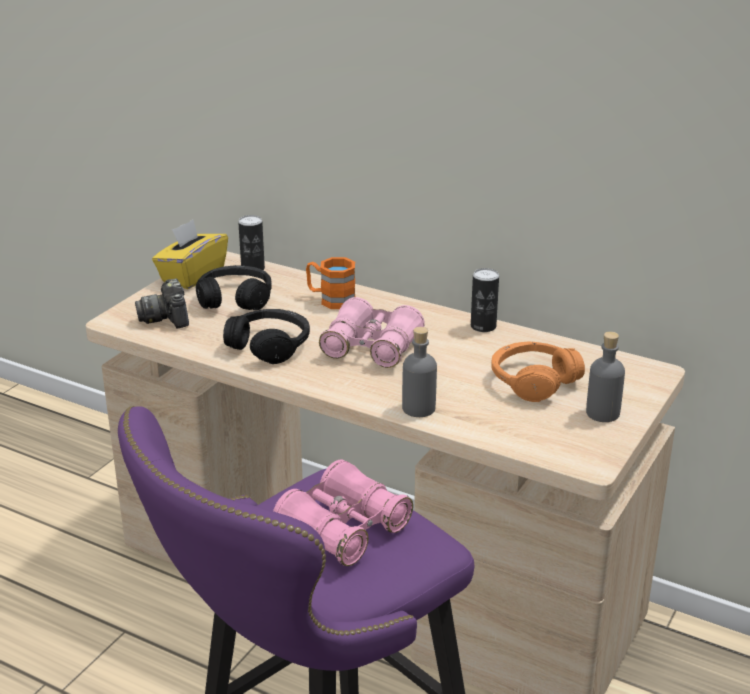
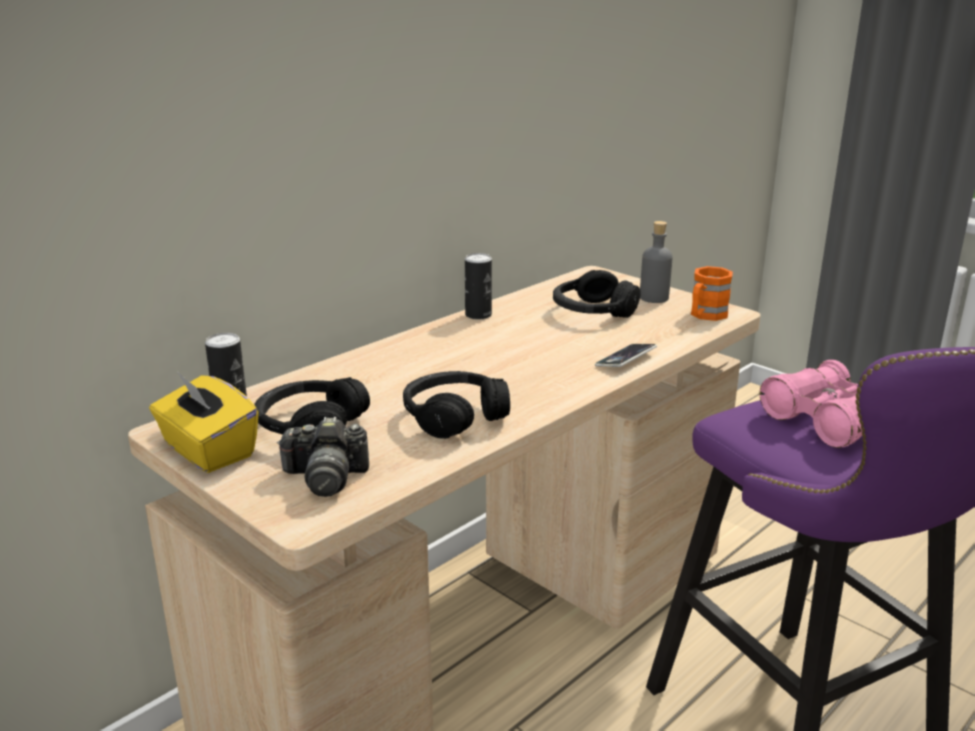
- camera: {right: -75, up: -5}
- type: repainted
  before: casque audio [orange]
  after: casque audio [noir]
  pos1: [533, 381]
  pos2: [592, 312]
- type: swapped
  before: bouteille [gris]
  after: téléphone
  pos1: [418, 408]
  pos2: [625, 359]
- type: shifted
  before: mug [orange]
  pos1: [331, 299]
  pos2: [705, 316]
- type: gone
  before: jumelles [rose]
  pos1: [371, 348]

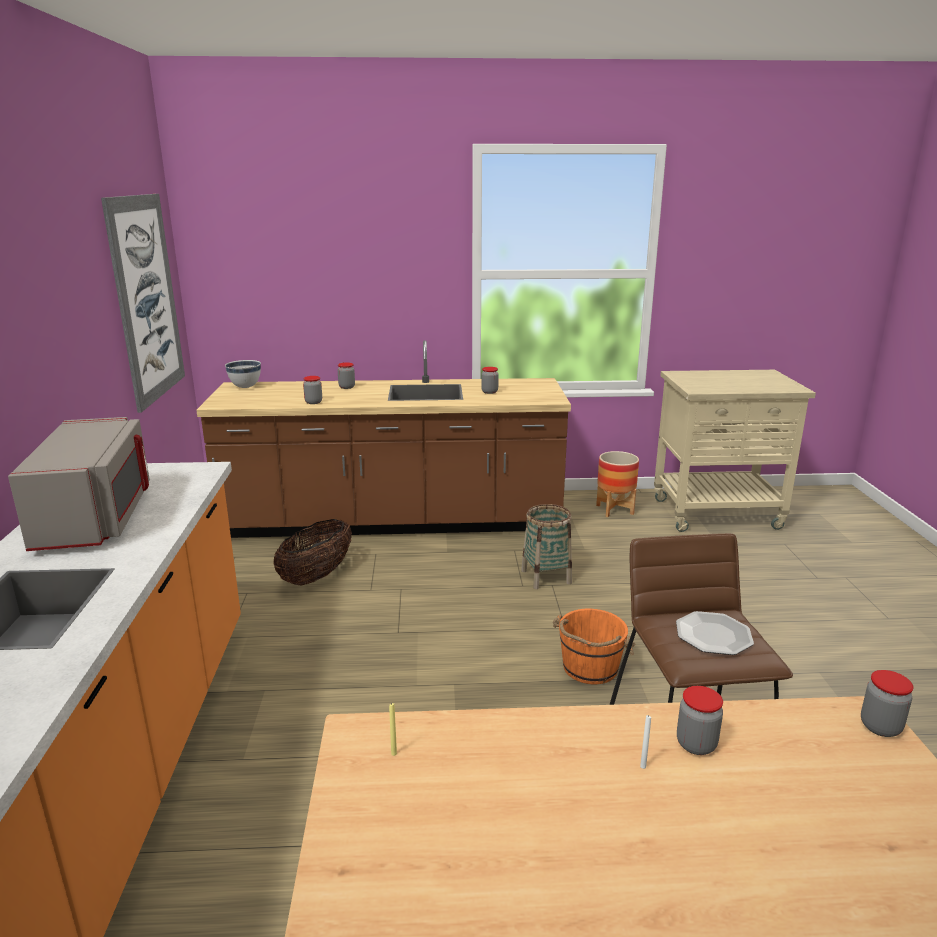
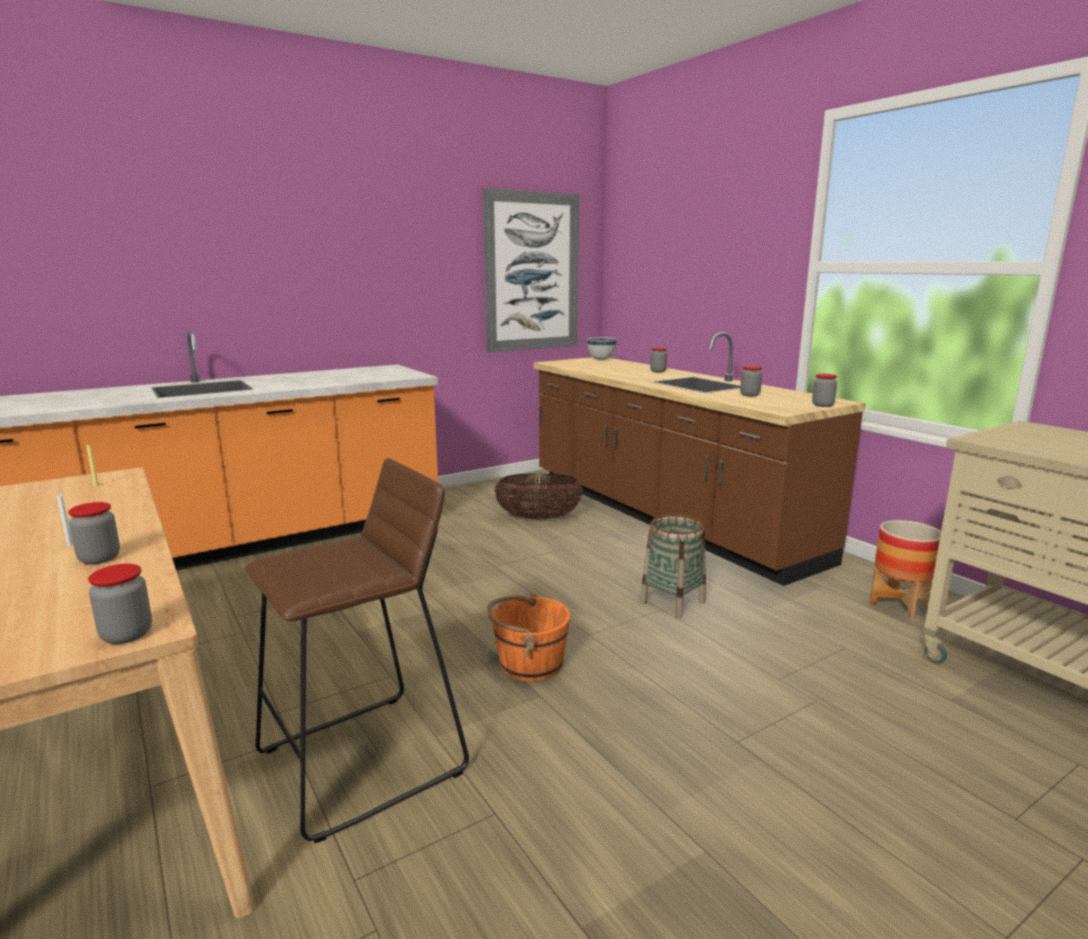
- camera: {right: 60, up: -5}
- type: shifted
  before: bocal
  pos1: [313, 402]
  pos2: [822, 405]
- type: gone
  before: micro-ondes [gris]
  pos1: [97, 517]
- type: gone
  before: assiette
  pos1: [713, 635]

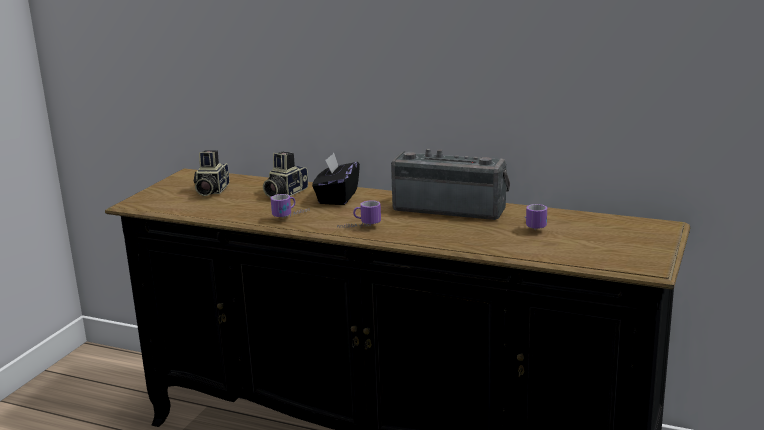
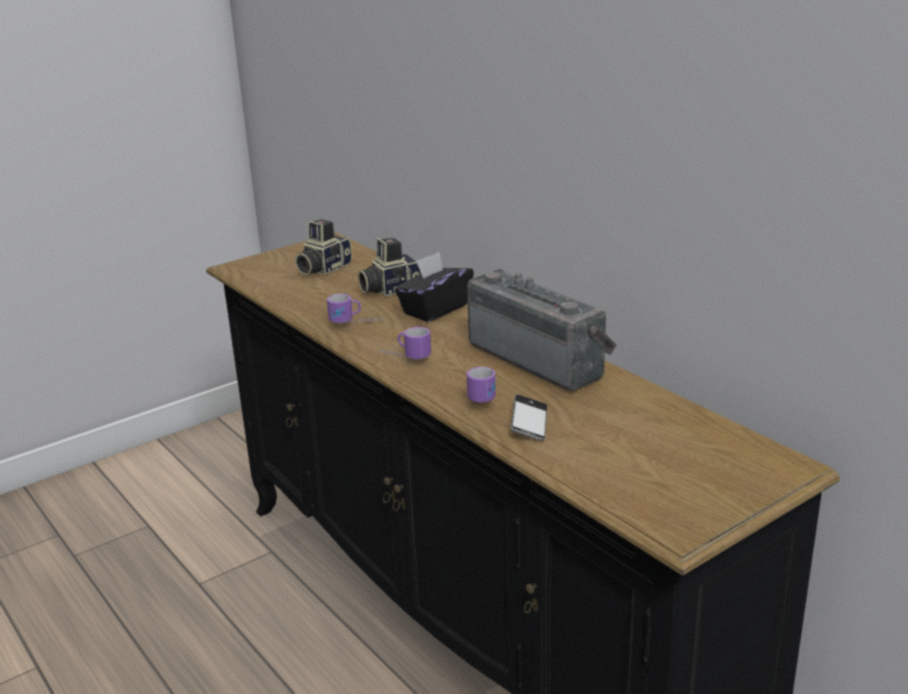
- camera: {right: 30, up: 5}
- type: shifted
  before: mug
  pos1: [532, 226]
  pos2: [487, 396]
- type: new
  after: téléphone
  pos2: [529, 423]

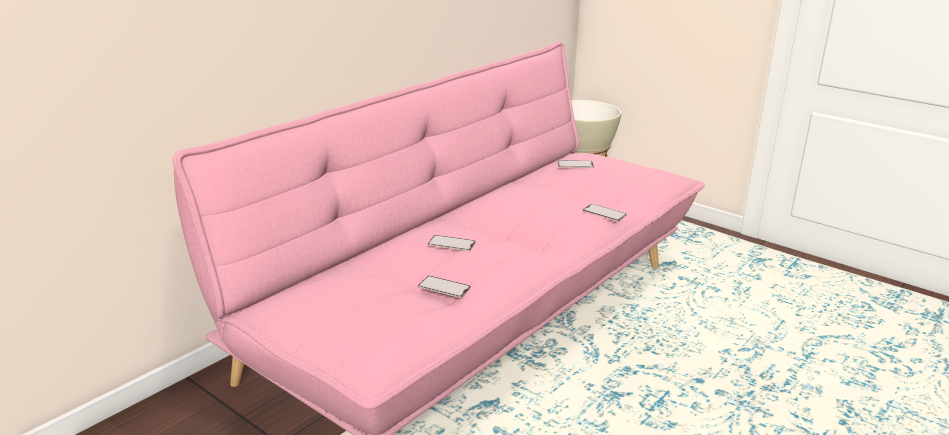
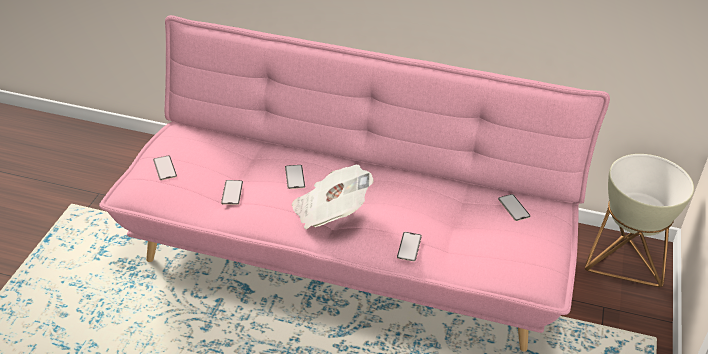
- camera: {right: 65, up: 15}
- type: new
  after: téléphone
  pos2: [165, 168]
- type: new
  after: journal
  pos2: [330, 212]

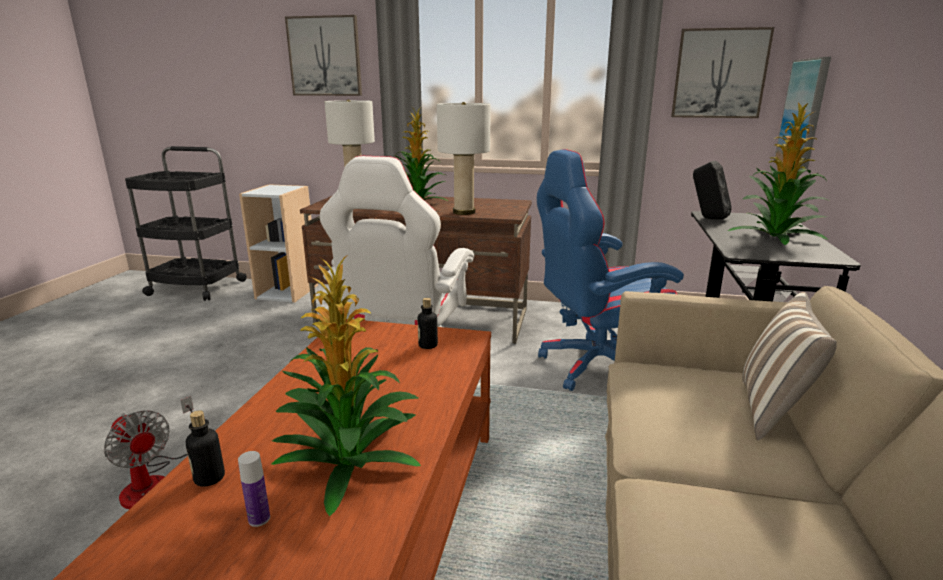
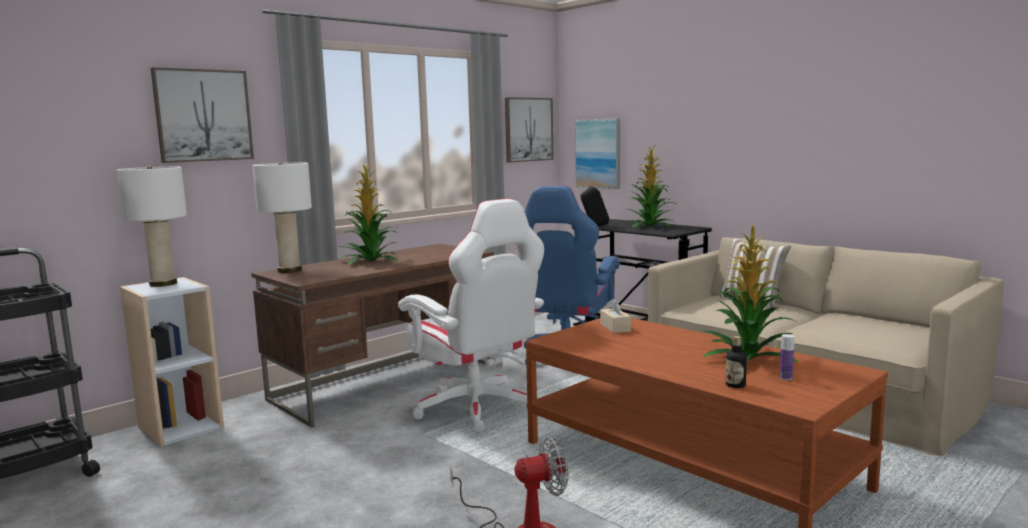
- camera: {right: -55, up: -10}
- type: shifted
  before: lampe de table [blanc]
  pos1: [463, 212]
  pos2: [163, 284]
- type: swapped
  before: bouteille
  after: boîte à mouchoirs [beige]
  pos1: [428, 345]
  pos2: [615, 327]

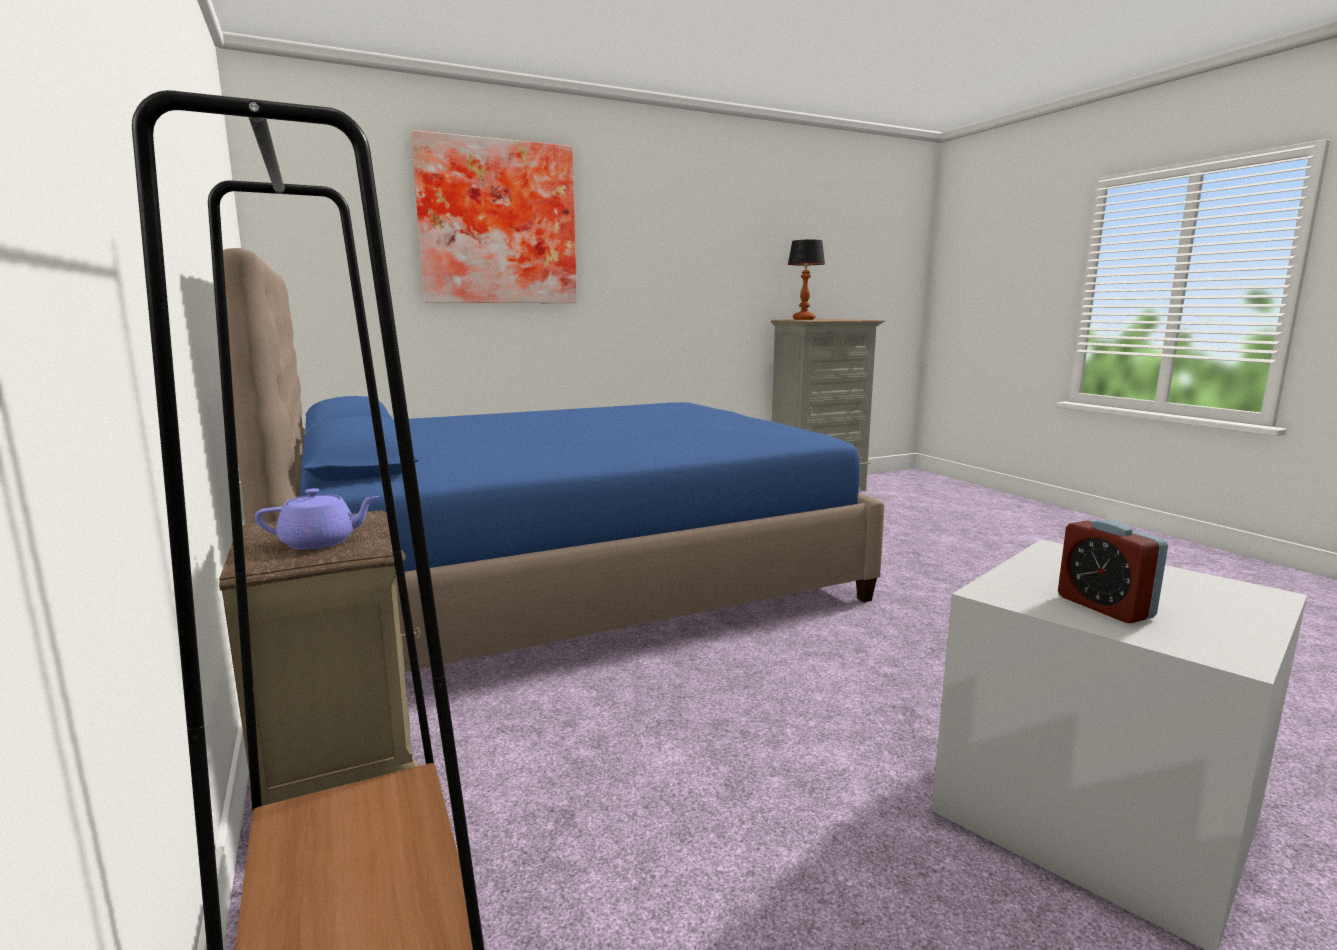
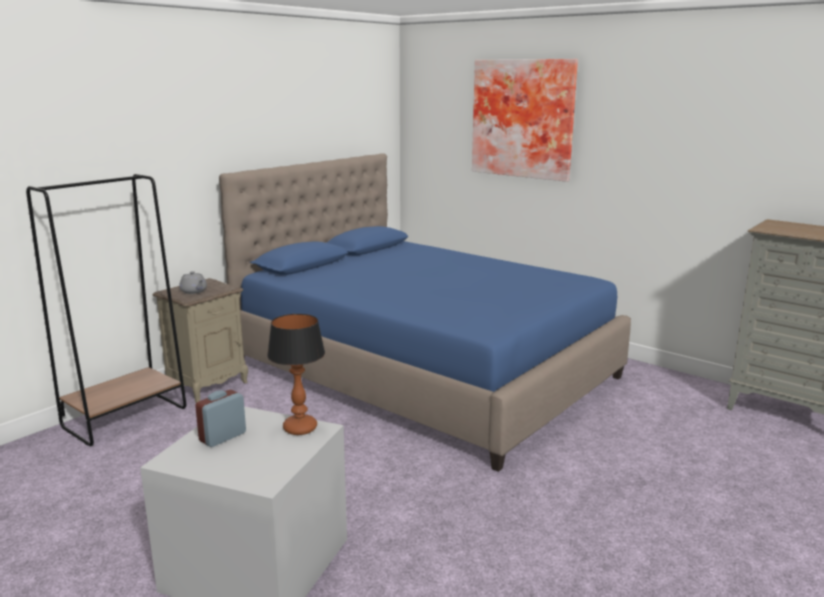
- camera: {right: 65, up: 5}
- type: repainted
  before: théière [violet]
  after: théière [gris]
  pos1: [320, 542]
  pos2: [194, 291]
- type: shifted
  before: lampe de table
  pos1: [804, 319]
  pos2: [299, 428]

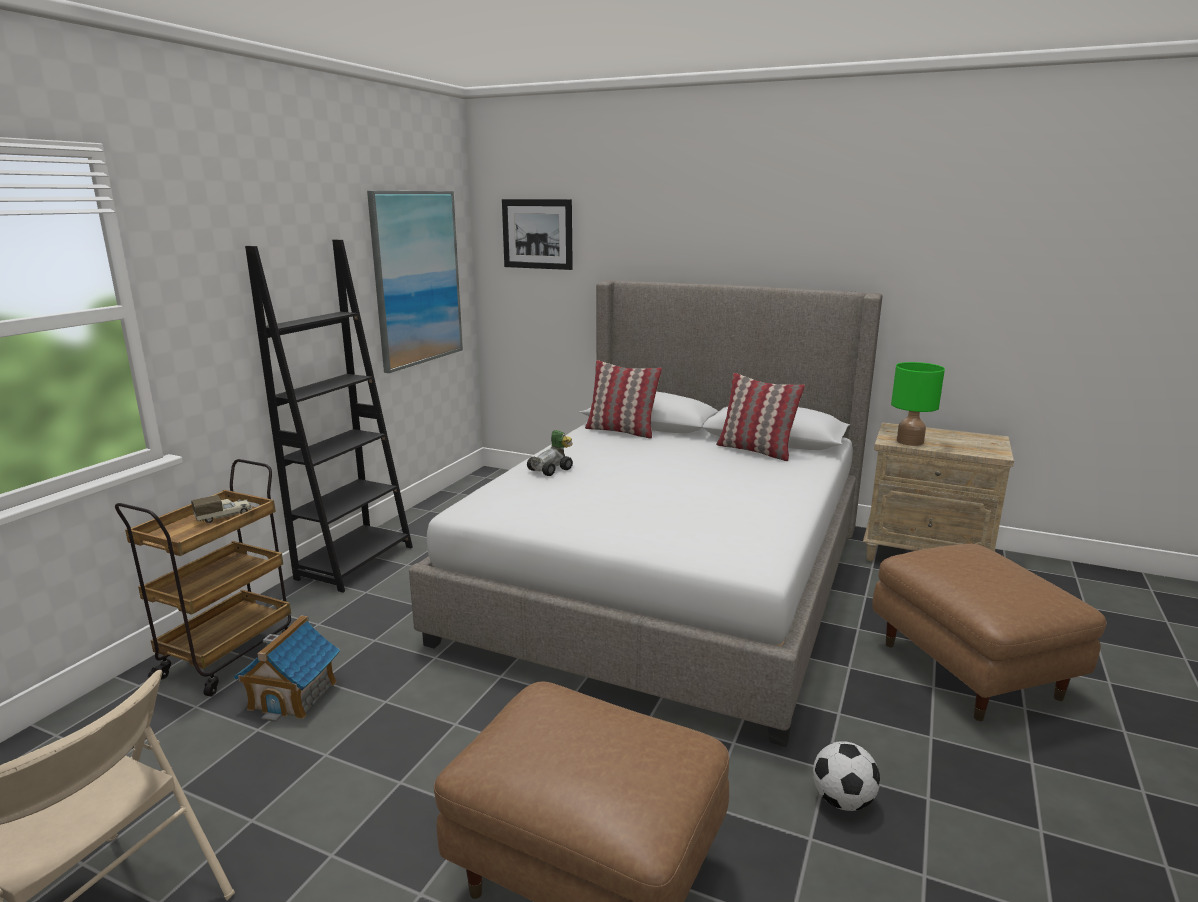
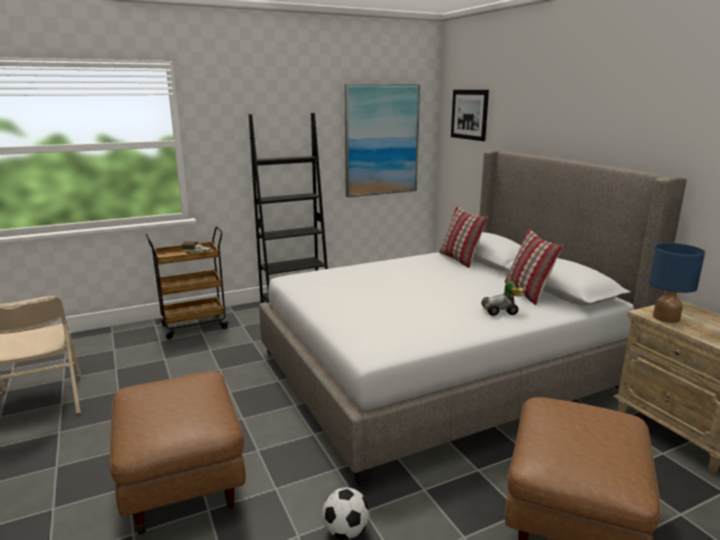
- camera: {right: 40, up: 0}
- type: shifted
  before: petite voiture
  pos1: [552, 469]
  pos2: [501, 311]
- type: repainted
  before: lampe de table [vert]
  after: lampe de table [bleu]
  pos1: [909, 442]
  pos2: [665, 318]
- type: gone
  before: maison miniature
  pos1: [293, 695]

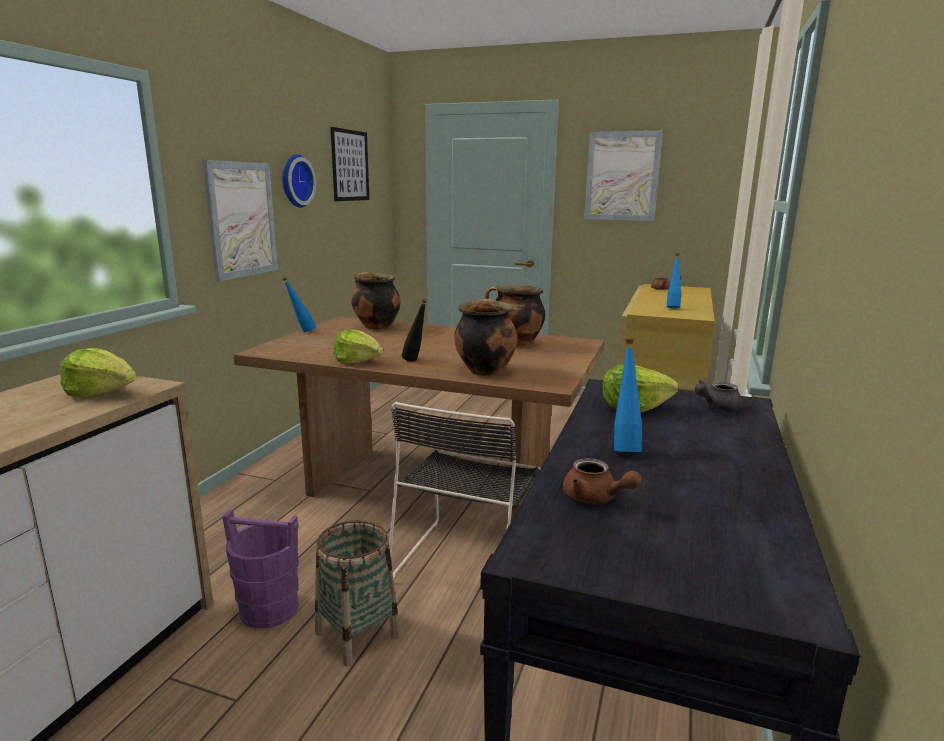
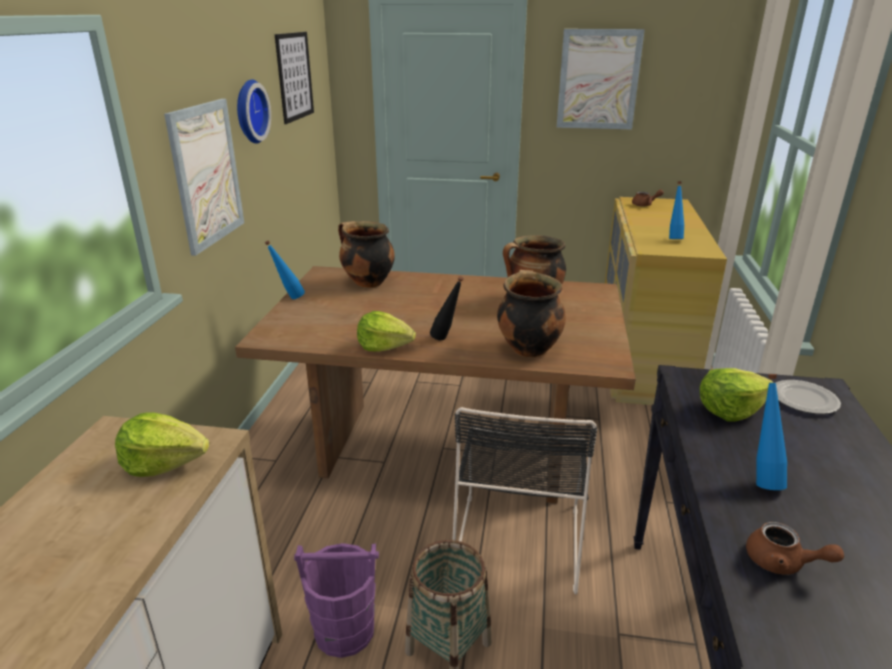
- camera: {right: -10, up: 10}
- type: swapped
  before: théière [gris]
  after: assiette
  pos1: [715, 408]
  pos2: [804, 400]

